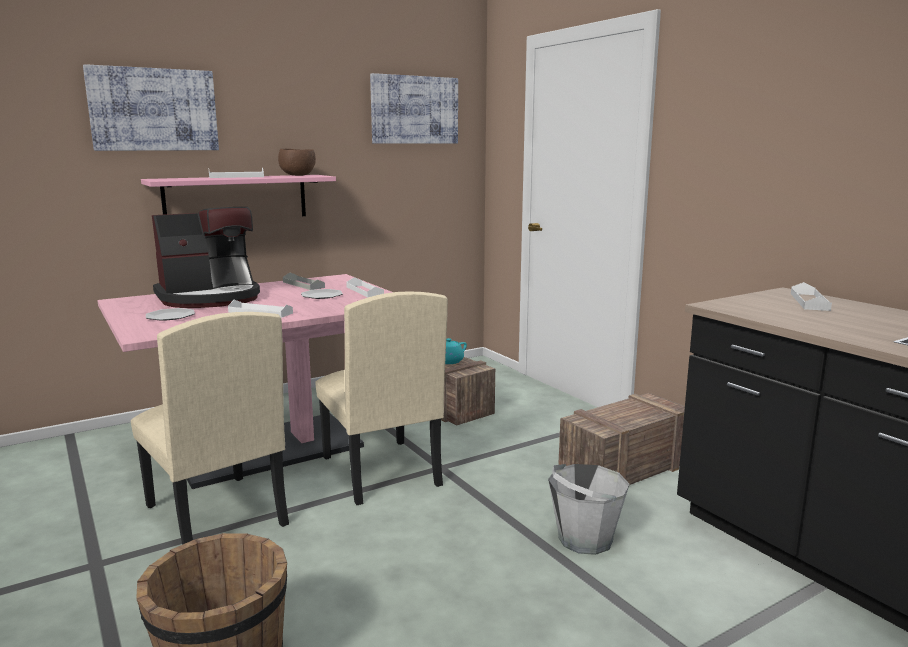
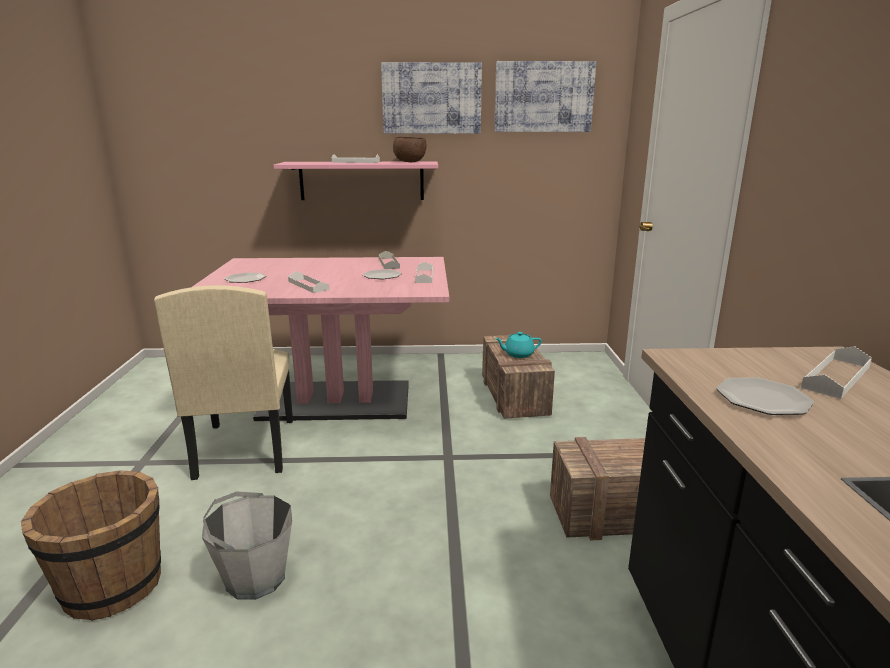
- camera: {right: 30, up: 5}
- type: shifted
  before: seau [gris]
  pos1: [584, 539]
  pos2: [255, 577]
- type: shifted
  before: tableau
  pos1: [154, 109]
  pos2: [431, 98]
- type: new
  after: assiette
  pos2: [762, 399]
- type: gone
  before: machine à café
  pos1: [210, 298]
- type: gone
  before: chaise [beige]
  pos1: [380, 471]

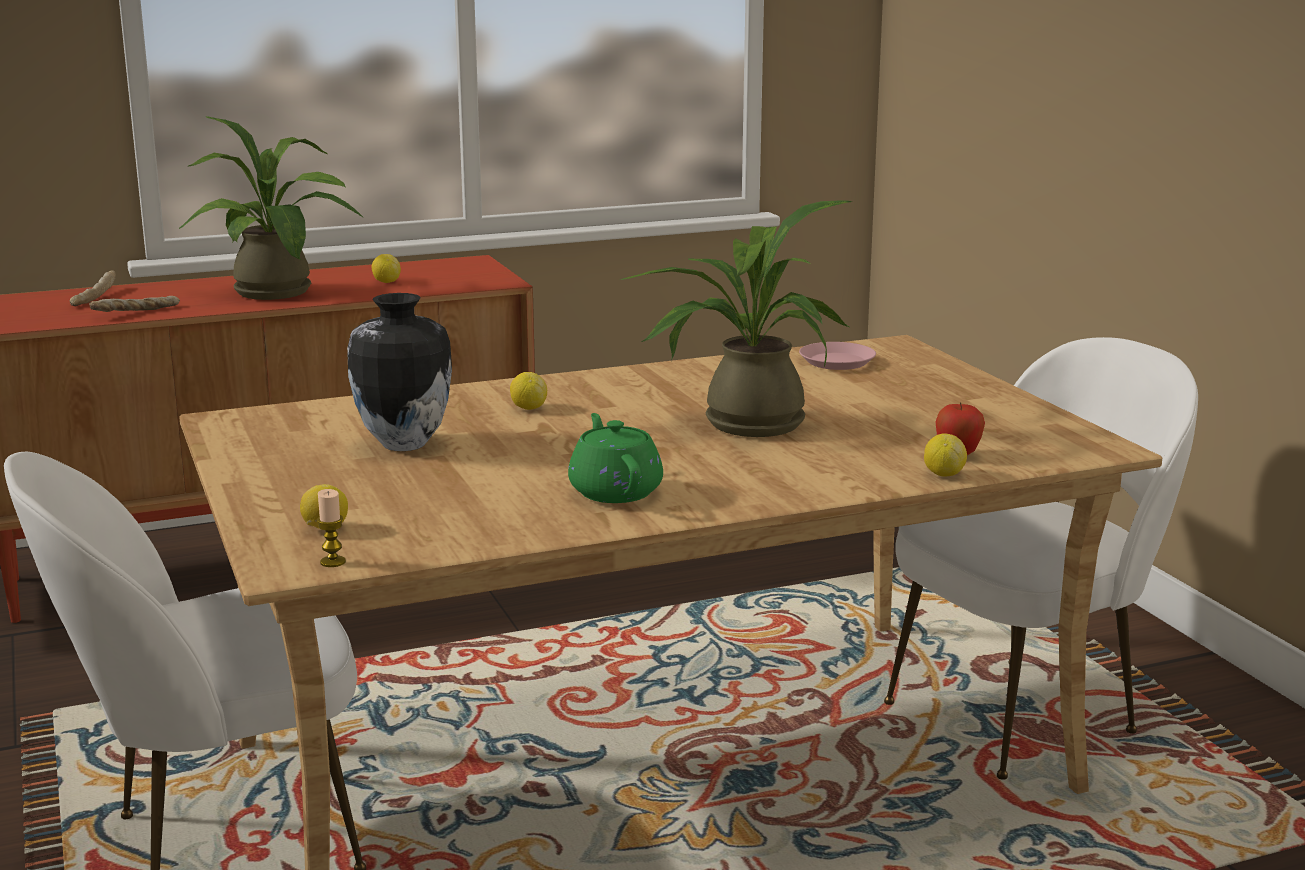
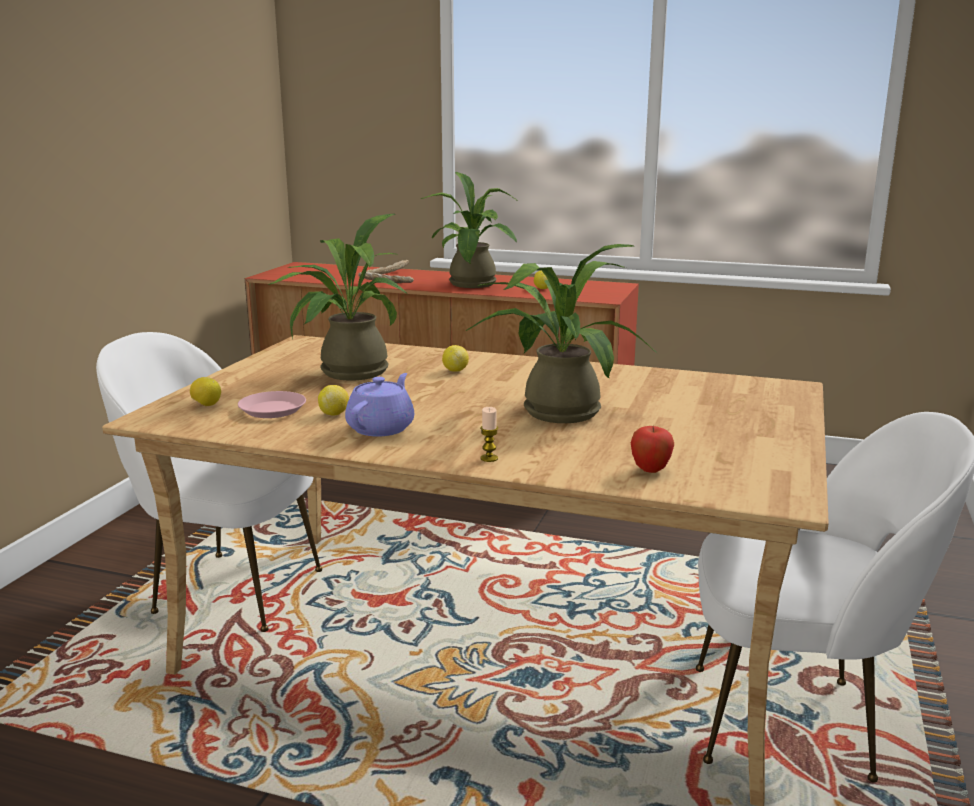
- camera: {right: 40, up: 0}
- type: shifted
  before: assiette [rose]
  pos1: [837, 362]
  pos2: [272, 410]
- type: swapped
  before: vase
  after: plante en pot
  pos1: [402, 444]
  pos2: [346, 373]
- type: shifted
  before: citron
  pos1: [943, 474]
  pos2: [334, 414]
- type: repainted
  before: théière [vert]
  after: théière [violet]
  pos1: [615, 491]
  pos2: [381, 428]
- type: shifted
  before: bougie
  pos1: [333, 562]
  pos2: [489, 458]

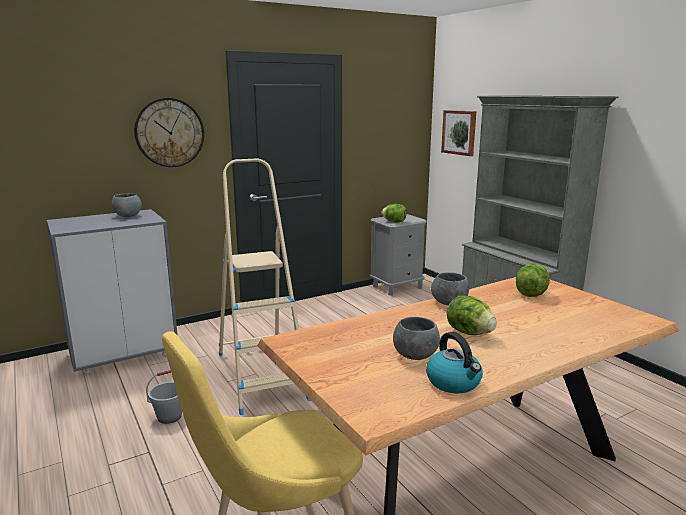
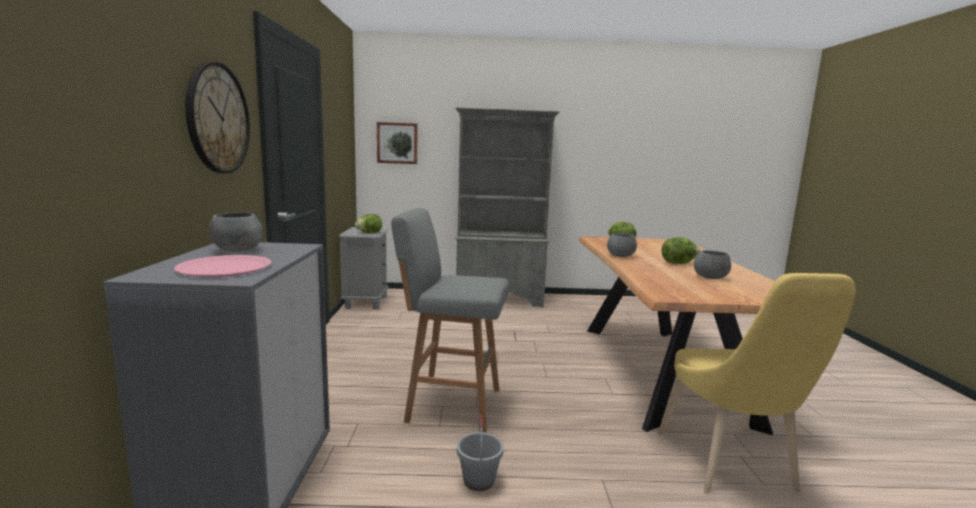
- camera: {right: -60, up: -5}
- type: new
  after: assiette [rose]
  pos2: [225, 268]
- type: swapped
  before: escabeau [beige]
  after: tabouret [gris]
  pos1: [261, 375]
  pos2: [450, 404]
- type: gone
  before: bouilloire
  pos1: [454, 382]

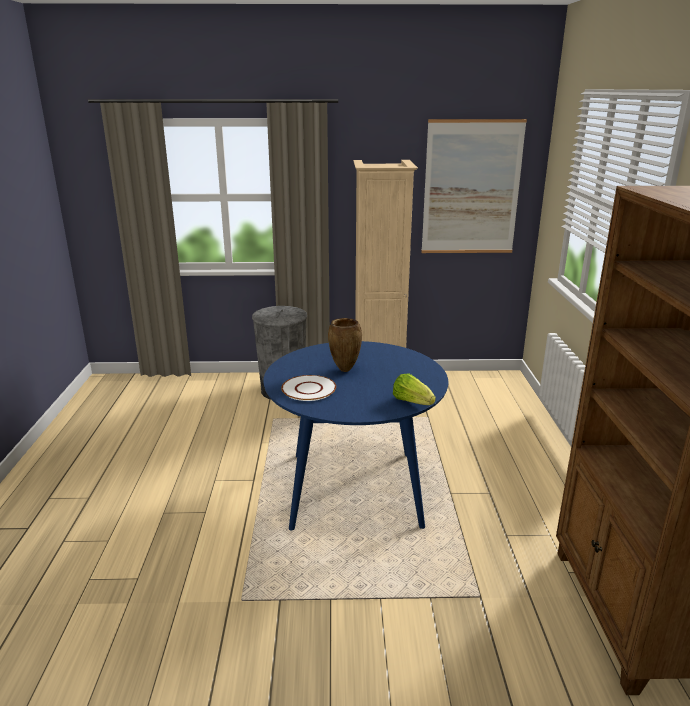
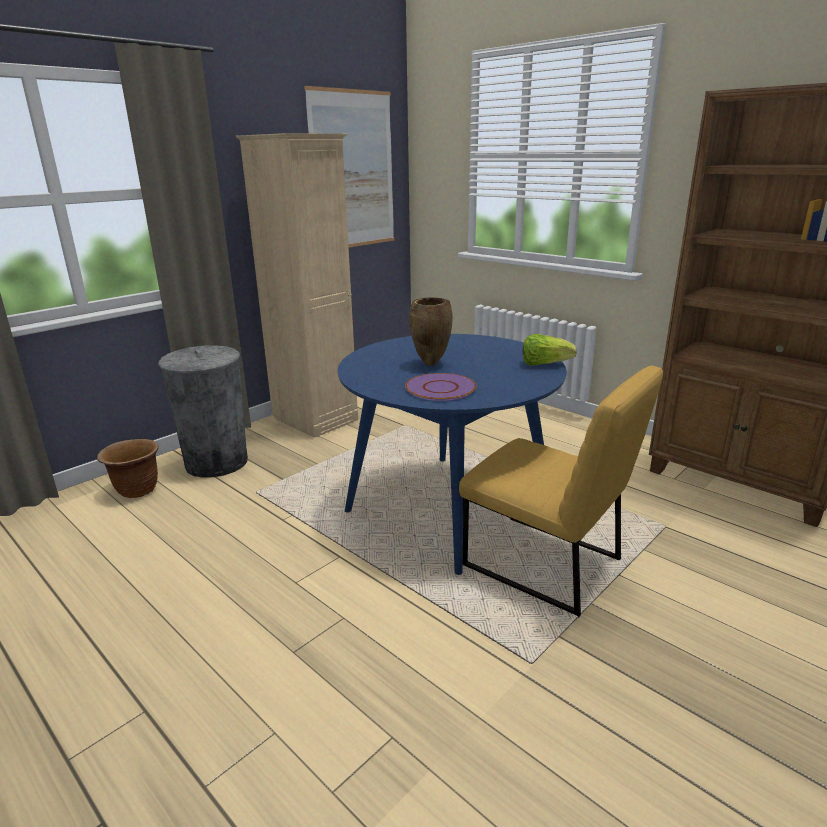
- camera: {right: -45, up: 0}
- type: new
  after: cache-pot [marron]
  pos2: [137, 490]
- type: repainted
  before: assiette [blanc]
  after: assiette [violet]
  pos1: [309, 389]
  pos2: [440, 388]
- type: new
  after: chaise [jaune]
  pos2: [545, 565]

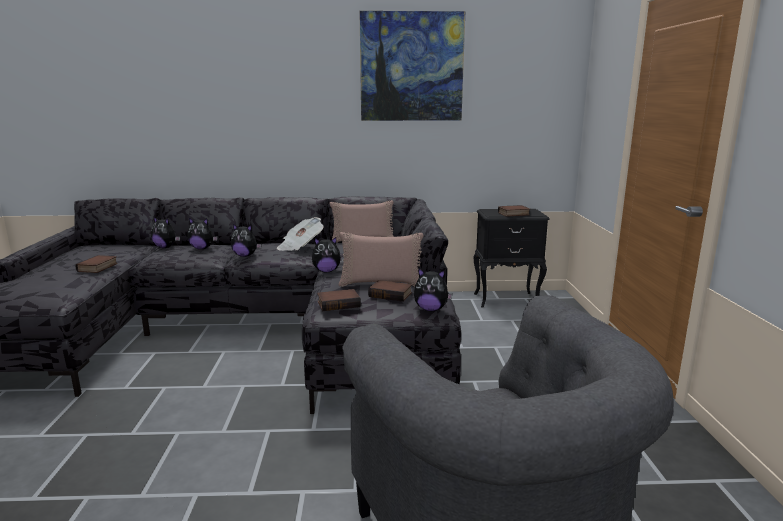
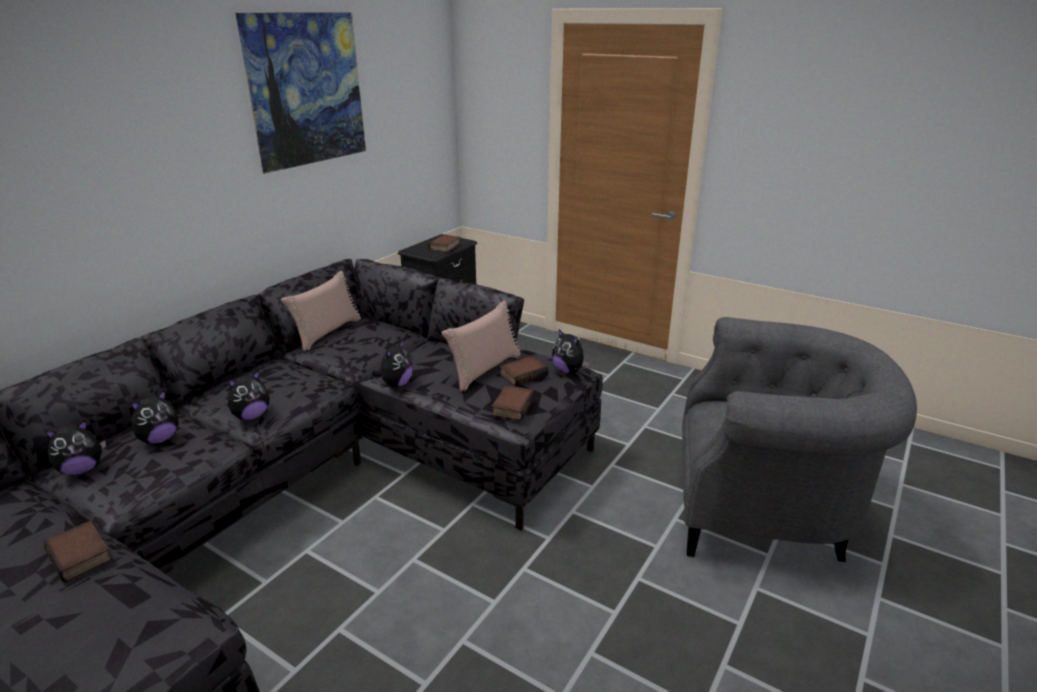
- camera: {right: -55, up: 10}
- type: rotated
  before: peluche
  pos1: [431, 309]
  pos2: [568, 371]
  turn: 90
- type: gone
  before: journal
  pos1: [300, 246]

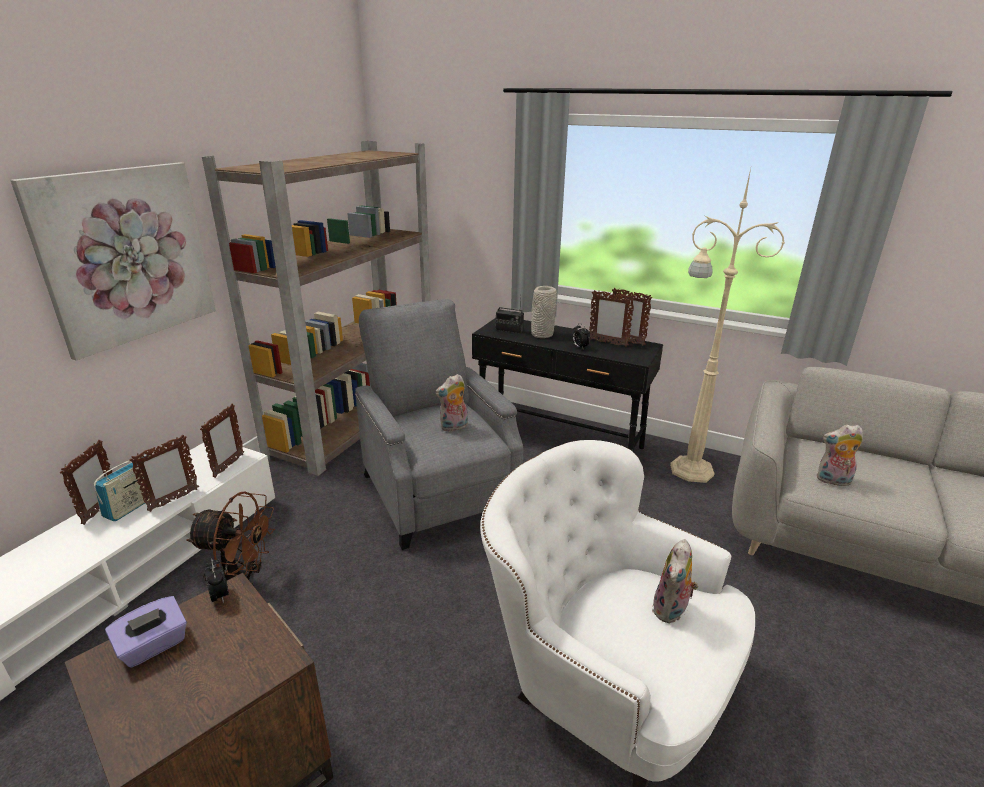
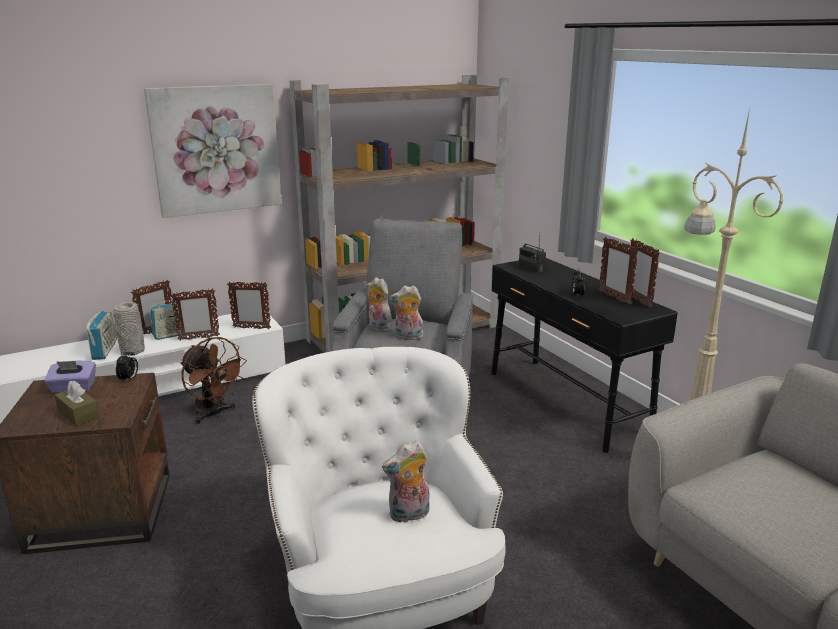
- camera: {right: 35, up: -5}
- type: new
  after: boîte à mouchoirs [marron]
  pos2: [78, 414]
- type: new
  after: radio
  pos2: [104, 350]
- type: shifted
  before: vase [gris]
  pos1: [541, 334]
  pos2: [132, 351]
- type: rotated
  before: cadre photo
  pos1: [228, 466]
  pos2: [251, 328]
  turn: 45
- type: shifted
  before: peluche
  pos1: [833, 481]
  pos2: [378, 327]

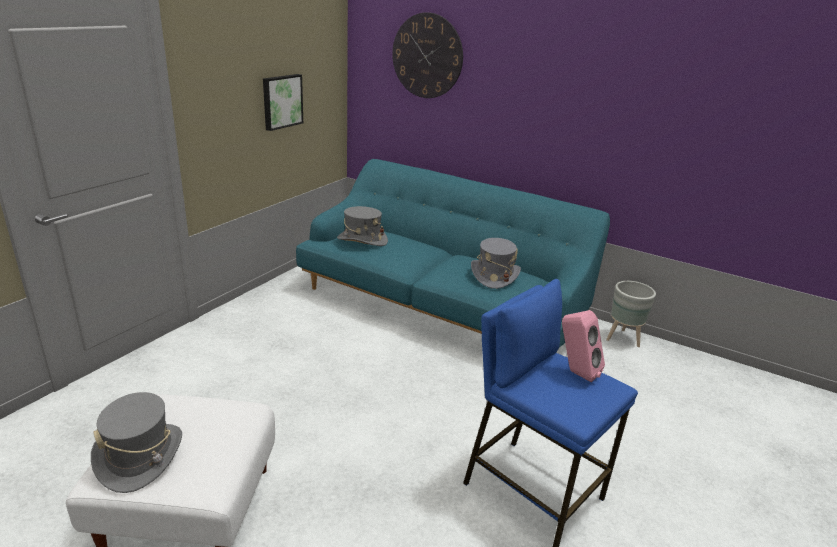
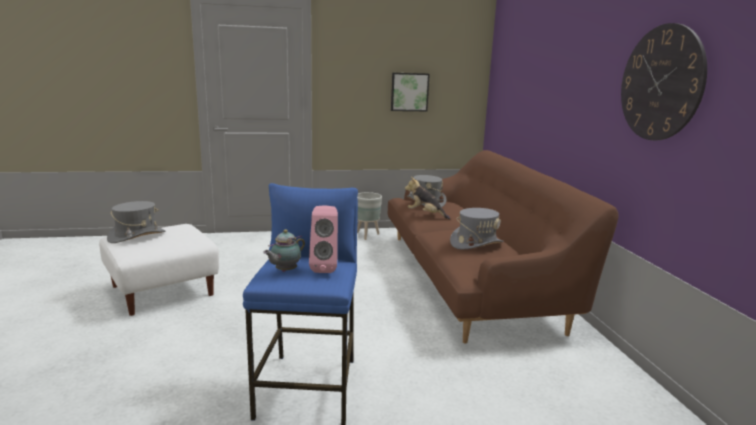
- camera: {right: 50, up: -10}
- type: new
  after: théière
  pos2: [284, 271]
- type: shifted
  before: cache-pot [gris]
  pos1: [623, 339]
  pos2: [367, 235]
- type: repainted
  before: canapé [turquoise]
  after: canapé [marron]
  pos1: [441, 305]
  pos2: [470, 277]
- type: new
  after: peluche
  pos2: [425, 214]
- type: shifted
  before: horloge murale
  pos1: [427, 56]
  pos2: [661, 83]

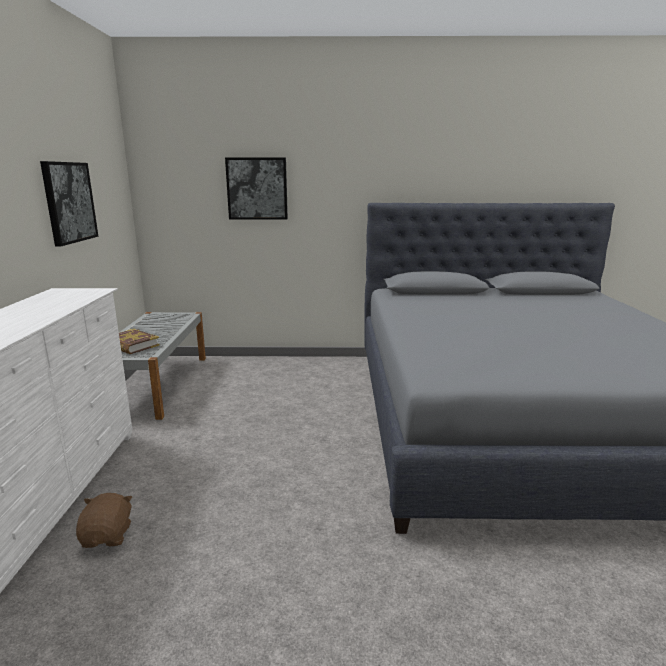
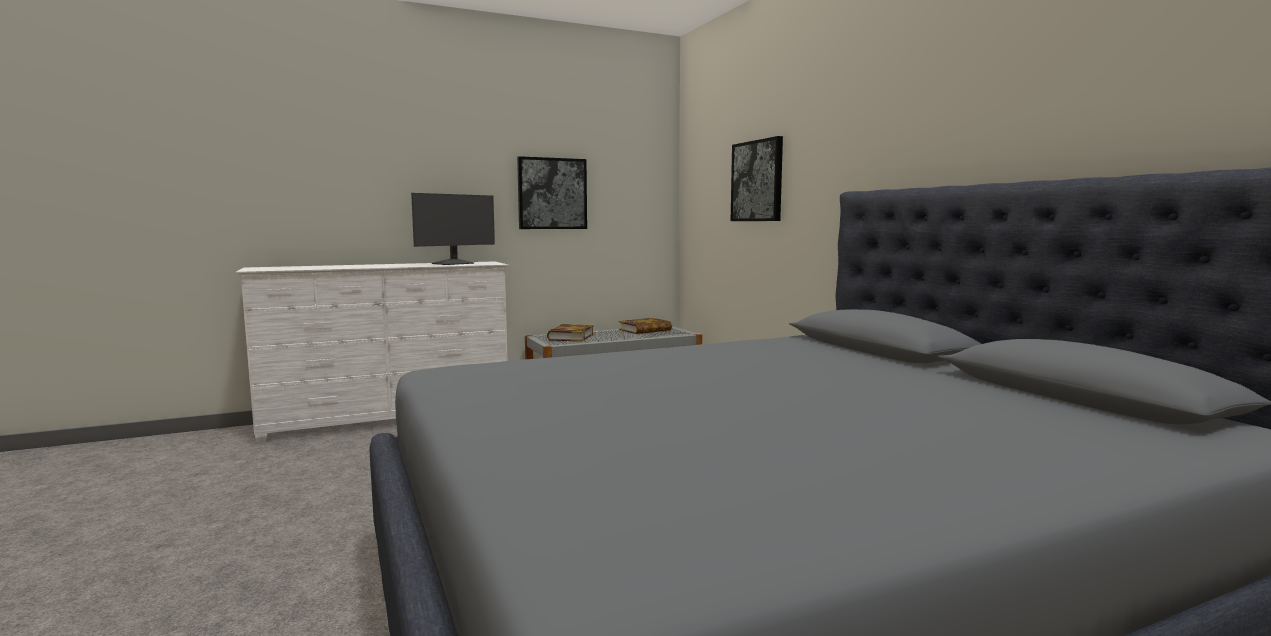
- camera: {right: 65, up: -10}
- type: new
  after: écran d'ordinateur
  pos2: [453, 263]
- type: new
  after: livre
  pos2: [645, 330]
- type: gone
  before: peluche [marron]
  pos1: [108, 536]

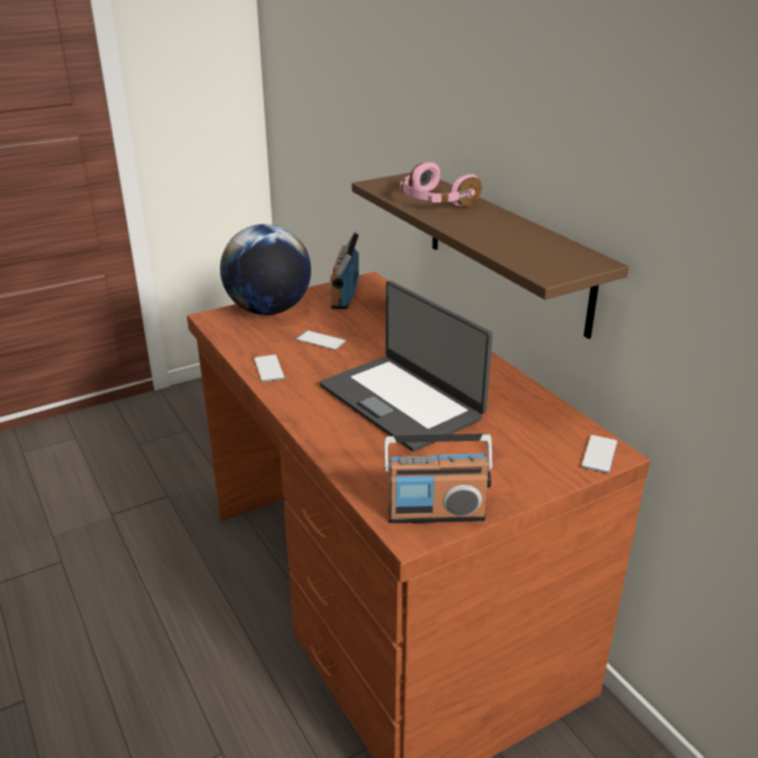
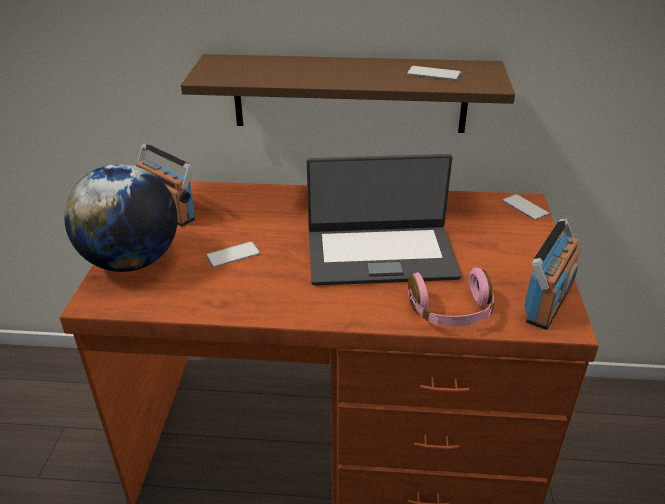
- camera: {right: -55, up: 5}
- type: shifted
  before: téléphone
  pos1: [269, 368]
  pos2: [434, 73]
- type: shifted
  before: casque audio [rose]
  pos1: [435, 201]
  pos2: [451, 312]

